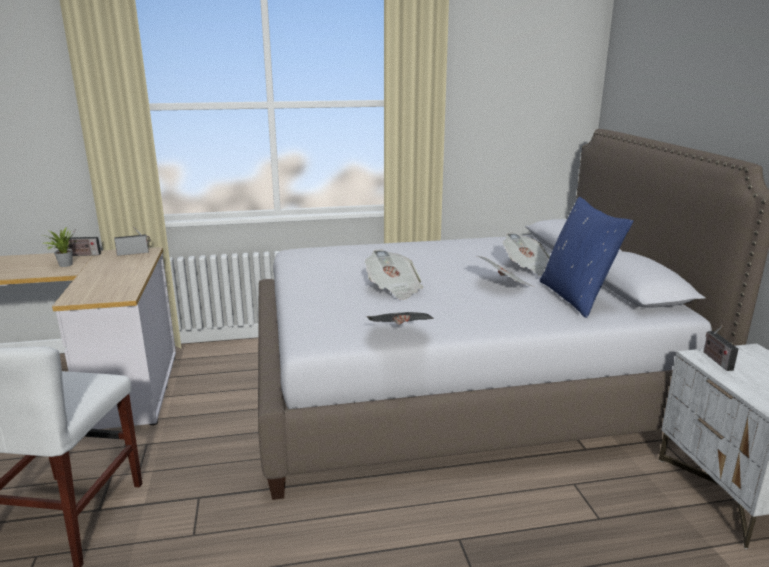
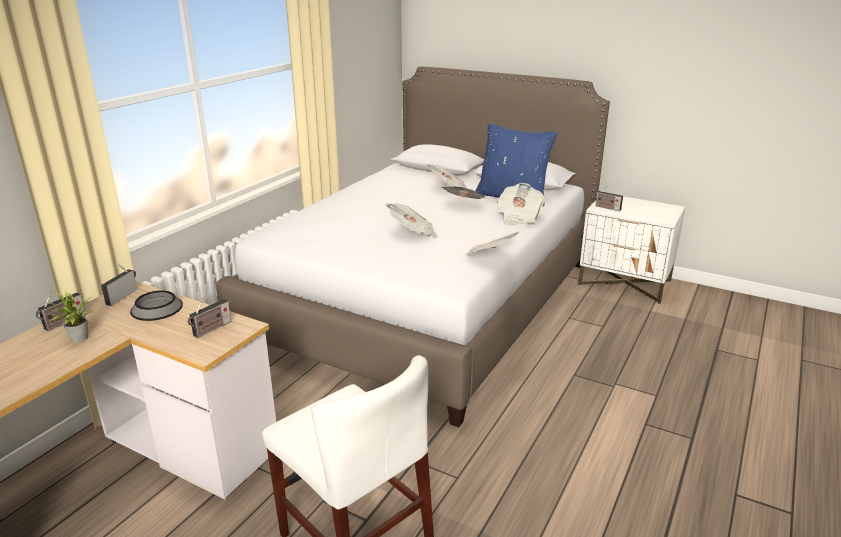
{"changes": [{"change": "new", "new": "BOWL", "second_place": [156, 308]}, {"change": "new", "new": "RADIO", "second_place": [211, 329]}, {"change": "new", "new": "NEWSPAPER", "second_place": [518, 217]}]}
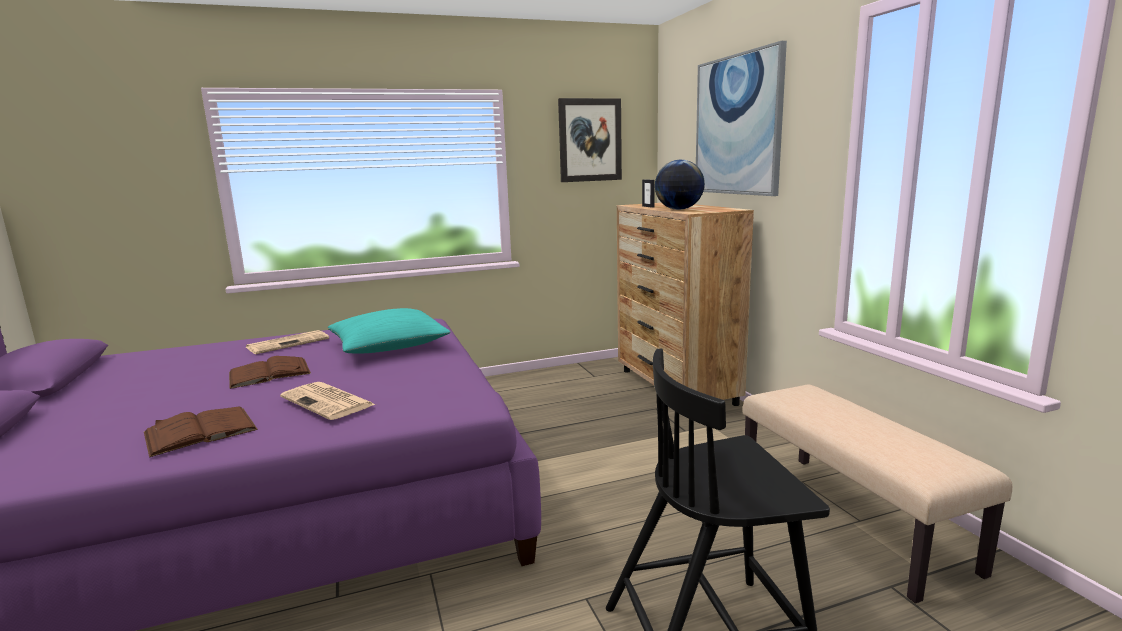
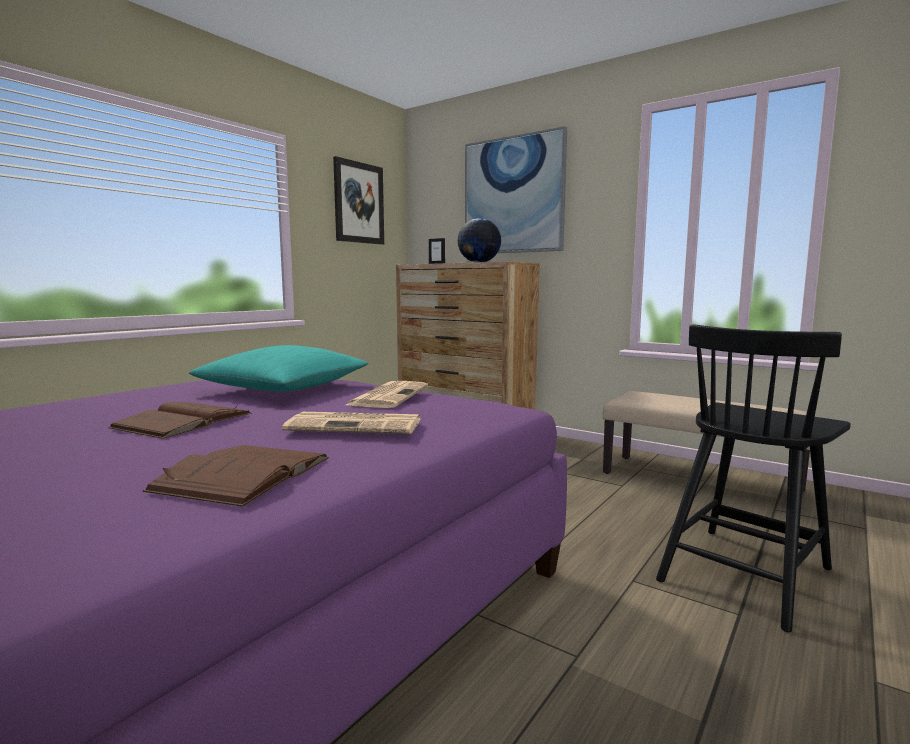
{"changes": [{"change": "shifted", "old": "NEWSPAPER", "first_place": [289, 343], "second_place": [388, 396]}]}
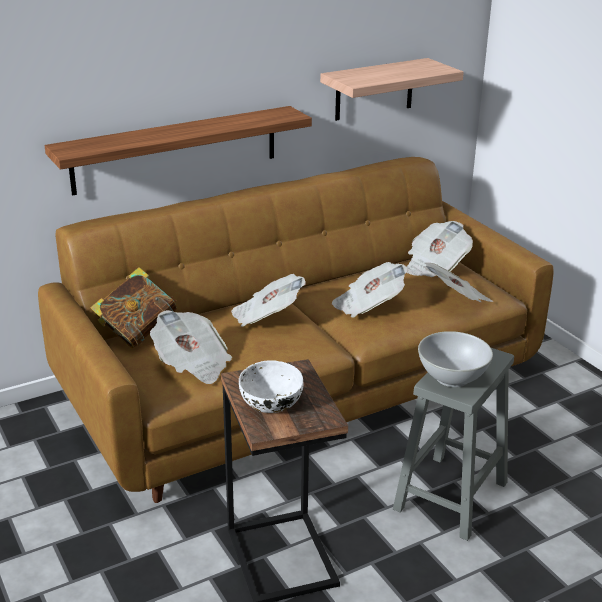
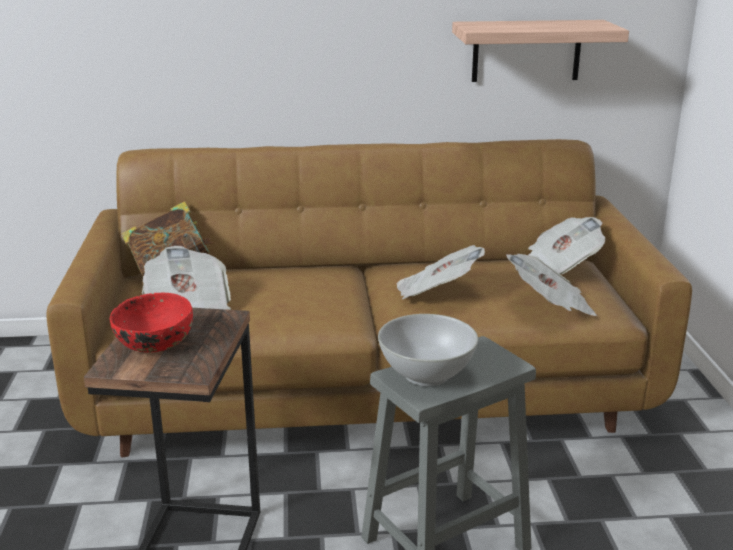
{"changes": [{"change": "repainted", "old": "WHITE BOWL", "new": "RED BOWL", "first_place": [270, 403], "second_place": [154, 342]}, {"change": "gone", "old": "SHELF", "first_place": [176, 150]}, {"change": "gone", "old": "NEWSPAPER", "first_place": [266, 317]}]}
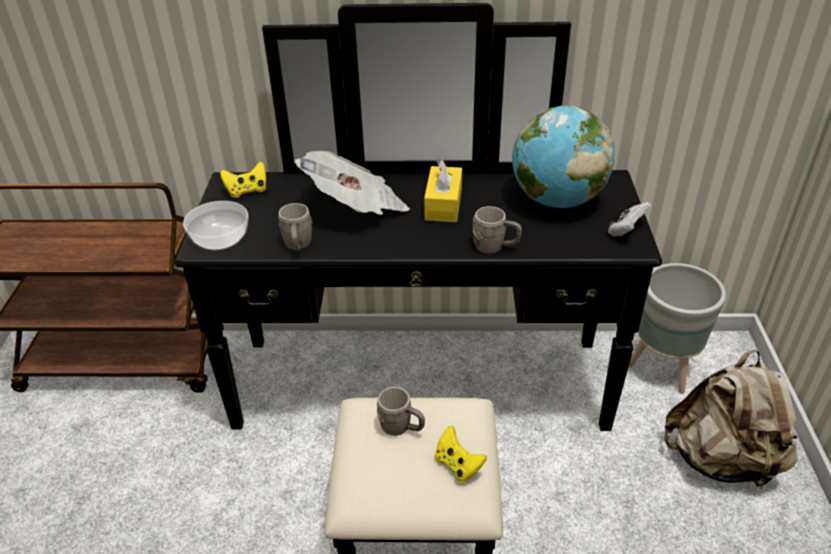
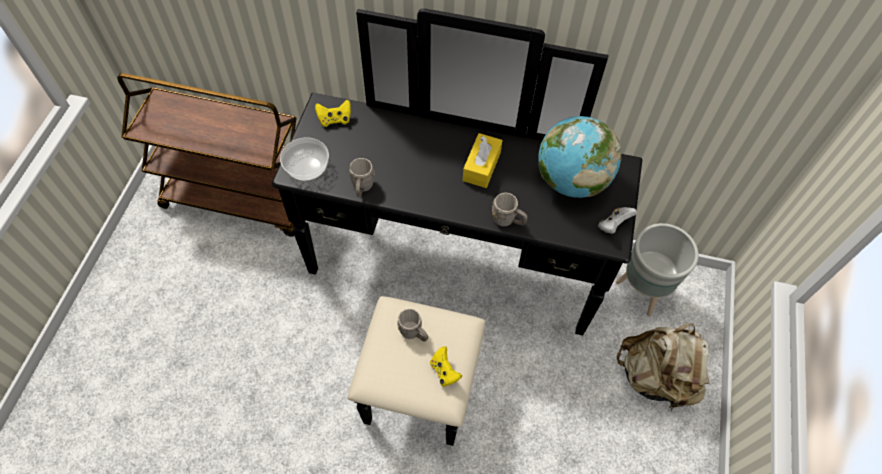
{"changes": [{"change": "gone", "old": "NEWSPAPER", "first_place": [356, 207]}]}
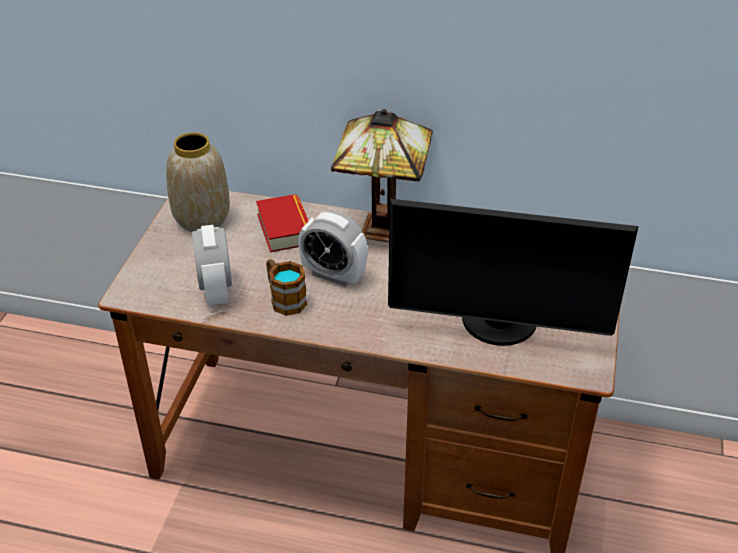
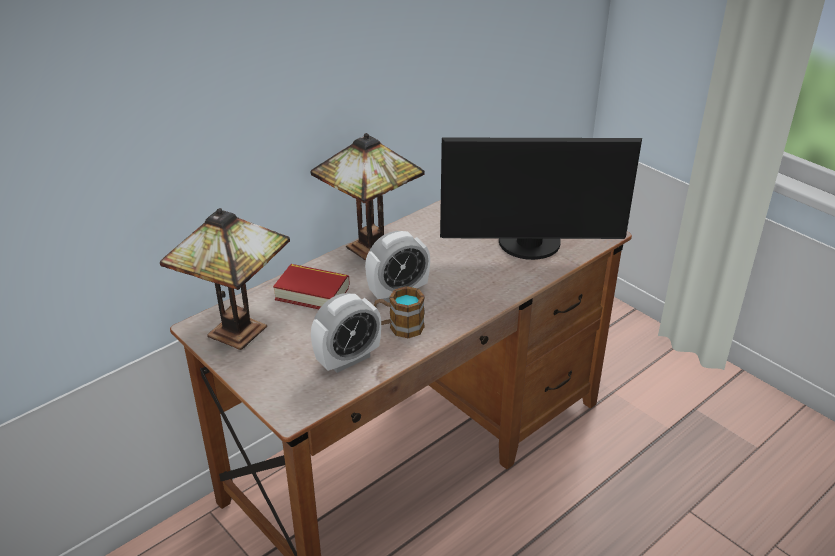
{"changes": [{"change": "swapped", "old": "VASE", "new": "TABLE LAMP", "first_place": [202, 219], "second_place": [242, 331]}, {"change": "rotated", "old": "ALARM CLOCK", "first_place": [216, 290], "second_place": [348, 359], "degrees": -60}, {"change": "rotated", "old": "MONITOR", "first_place": [499, 325], "second_place": [530, 246], "degrees": 45}]}
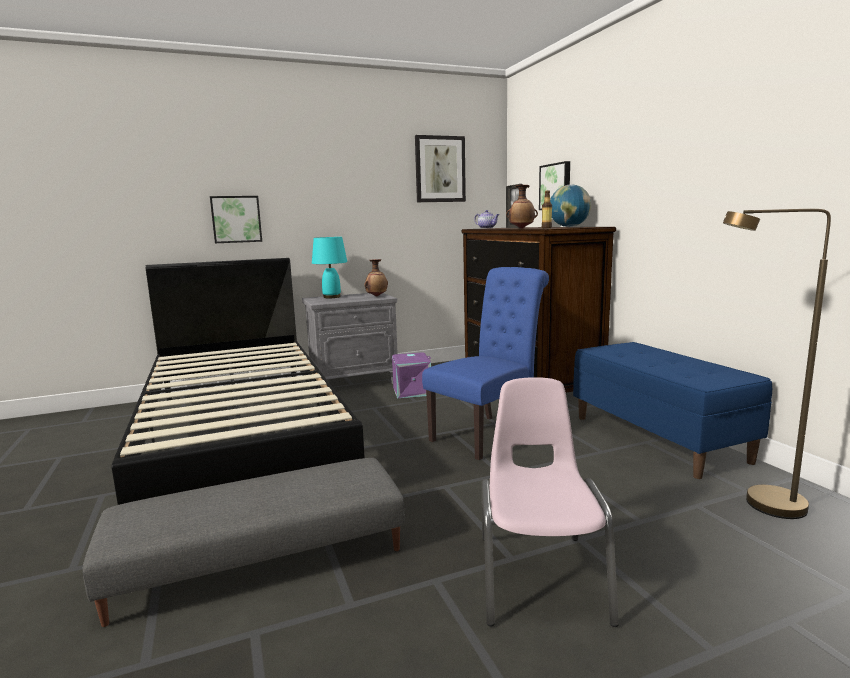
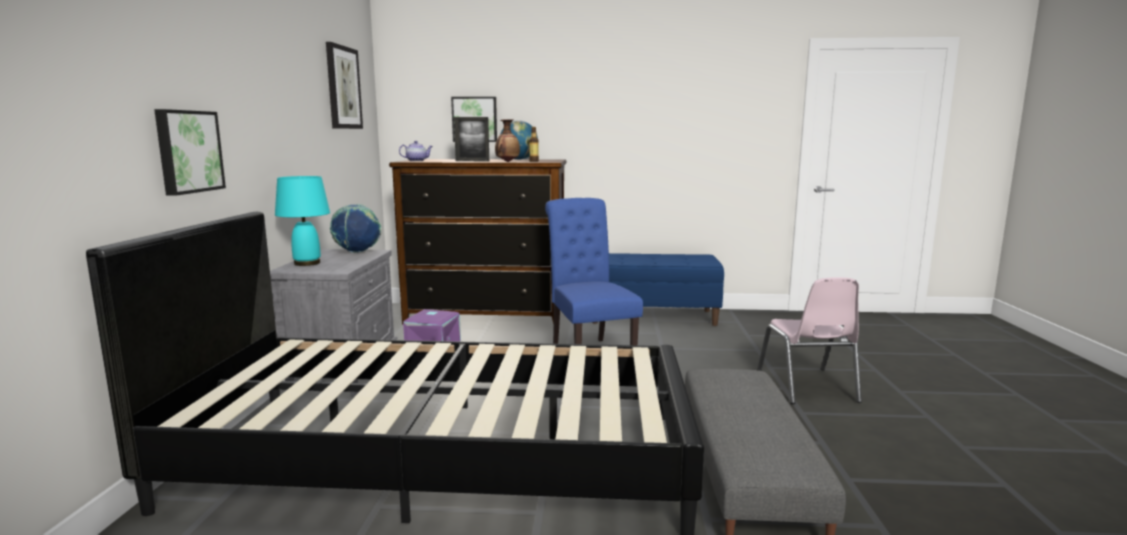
{"changes": [{"change": "swapped", "old": "VASE", "new": "GLOBE", "first_place": [376, 296], "second_place": [357, 252]}, {"change": "rotated", "old": "PINK CHAIR", "first_place": [540, 576], "second_place": [807, 386], "degrees": -120}, {"change": "gone", "old": "BROWN FLOOR LAMP", "first_place": [760, 505]}]}
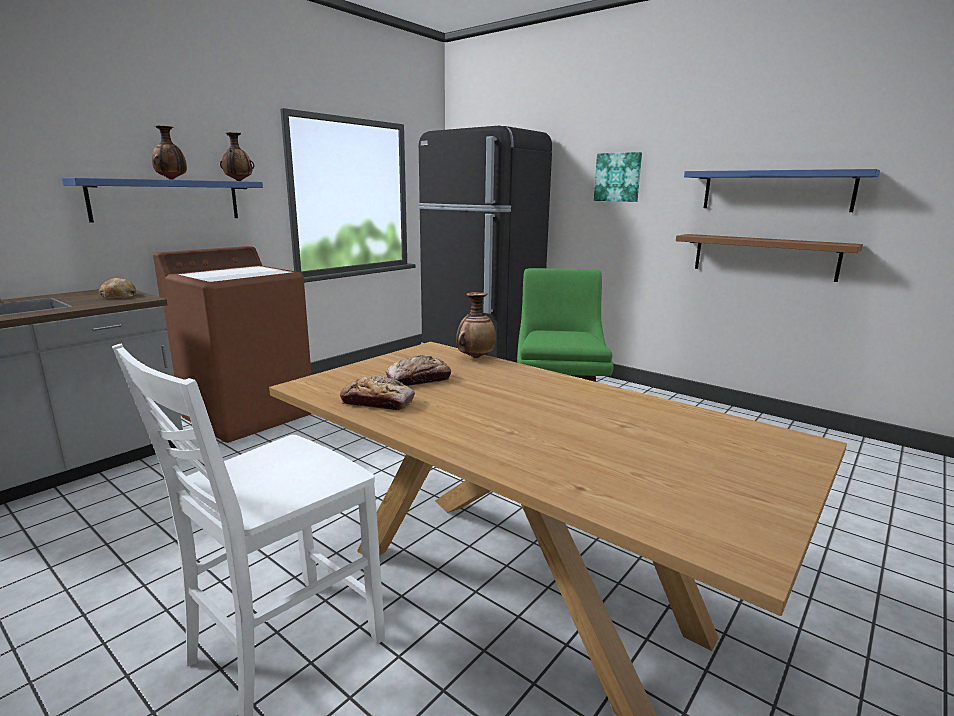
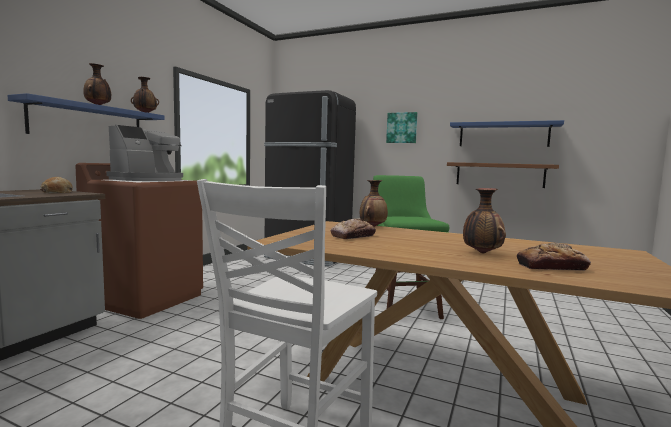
{"changes": [{"change": "new", "new": "COFFEE MACHINE", "second_place": [148, 180]}, {"change": "new", "new": "VASE", "second_place": [481, 253]}, {"change": "shifted", "old": "BREAD", "first_place": [378, 402], "second_place": [551, 267]}]}
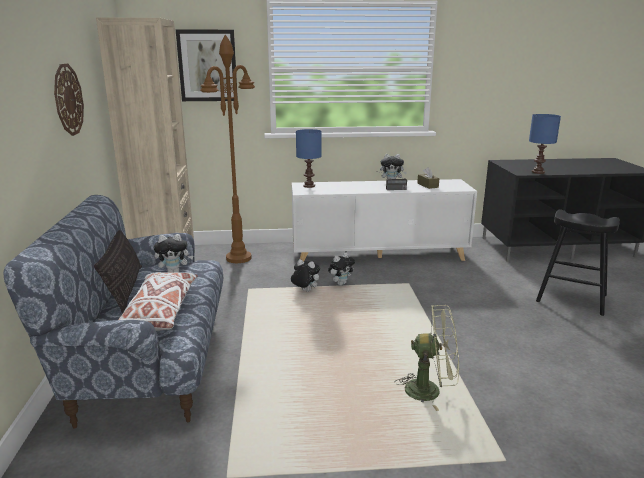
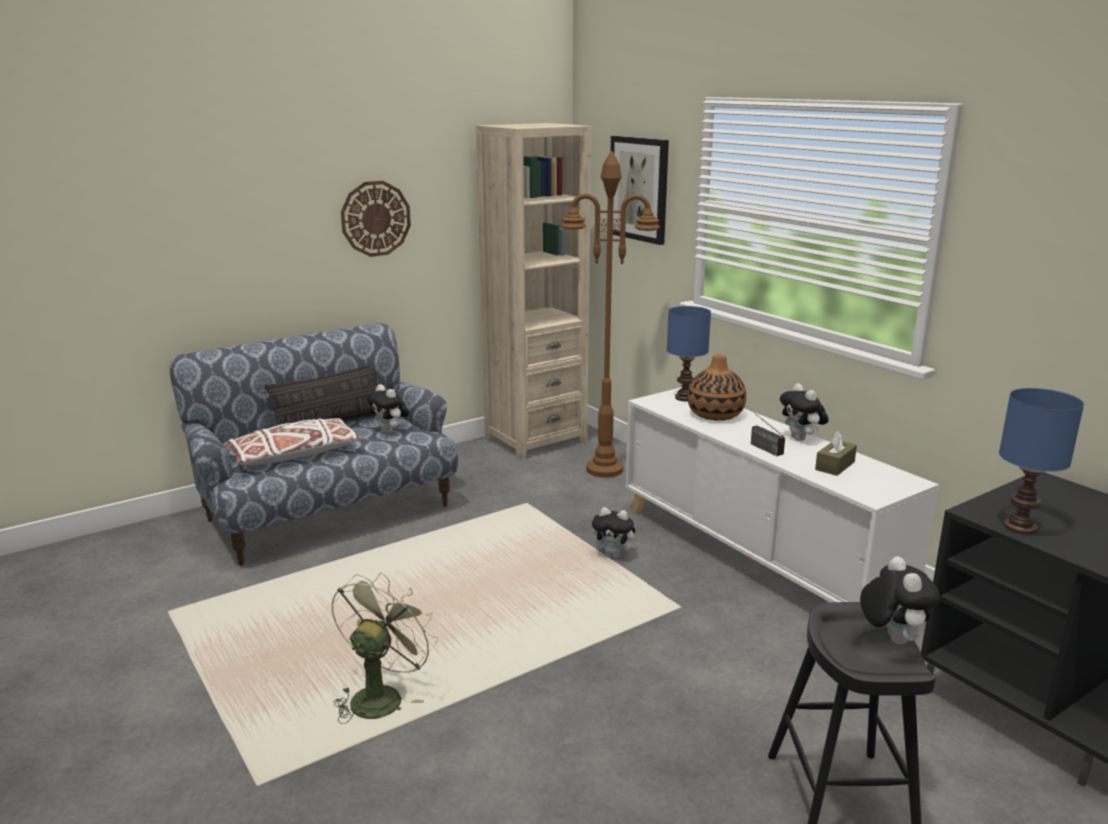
{"changes": [{"change": "rotated", "old": "GREEN FAN", "first_place": [430, 390], "second_place": [381, 695], "degrees": -135}, {"change": "new", "new": "VASE", "second_place": [715, 415]}, {"change": "shifted", "old": "PLUSH TOY", "first_place": [305, 291], "second_place": [891, 638]}]}
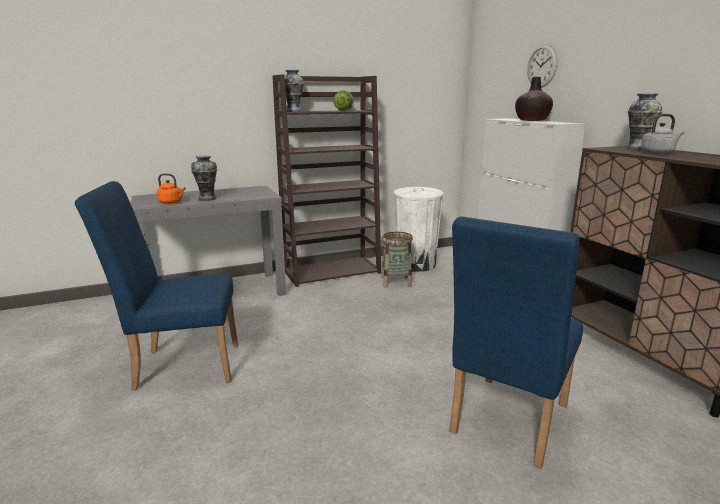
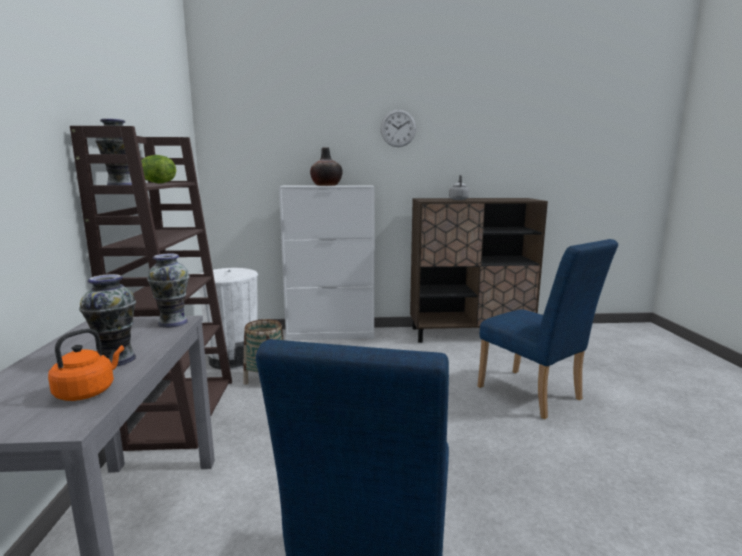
{"changes": [{"change": "shifted", "old": "VASE", "first_place": [637, 148], "second_place": [172, 322]}, {"change": "shifted", "old": "WALL CLOCK", "first_place": [541, 66], "second_place": [398, 128]}]}
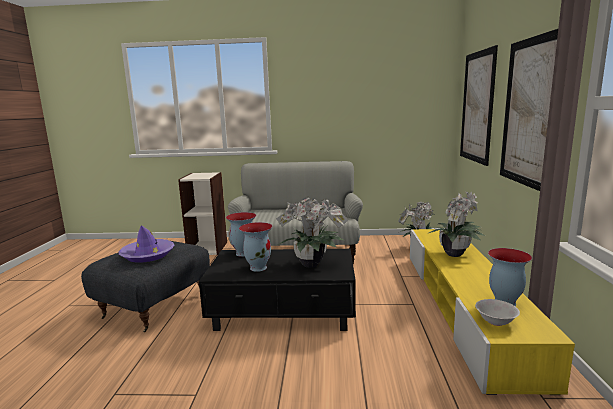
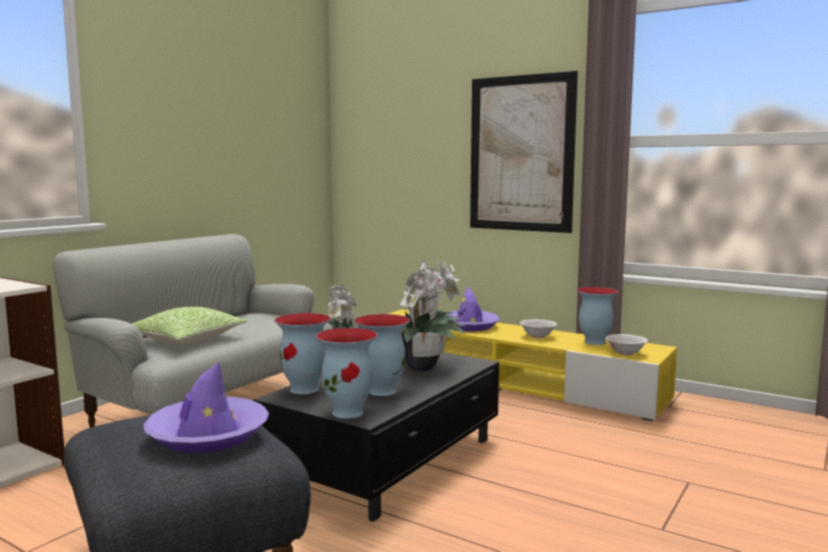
{"changes": [{"change": "new", "new": "PILLOW", "second_place": [186, 339]}, {"change": "new", "new": "VASE", "second_place": [349, 412]}, {"change": "swapped", "old": "POTTED PLANT", "new": "PURPLE HAT", "first_place": [455, 254], "second_place": [469, 326]}, {"change": "new", "new": "WHITE BOWL", "second_place": [538, 336]}, {"change": "gone", "old": "PICTURE", "first_place": [477, 107]}]}
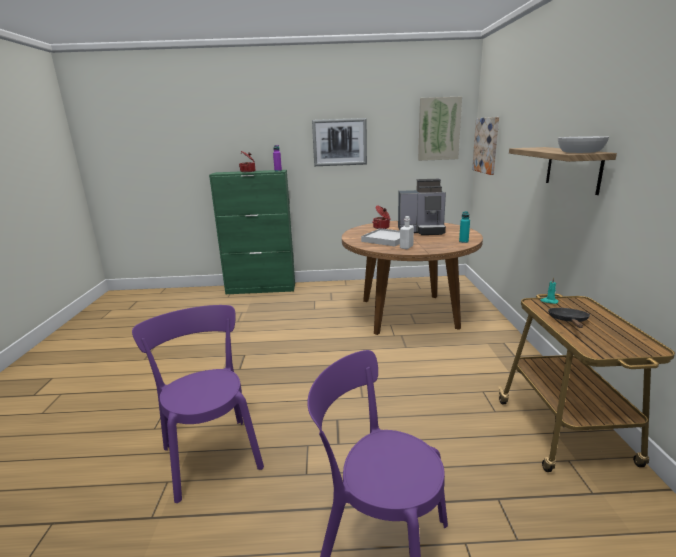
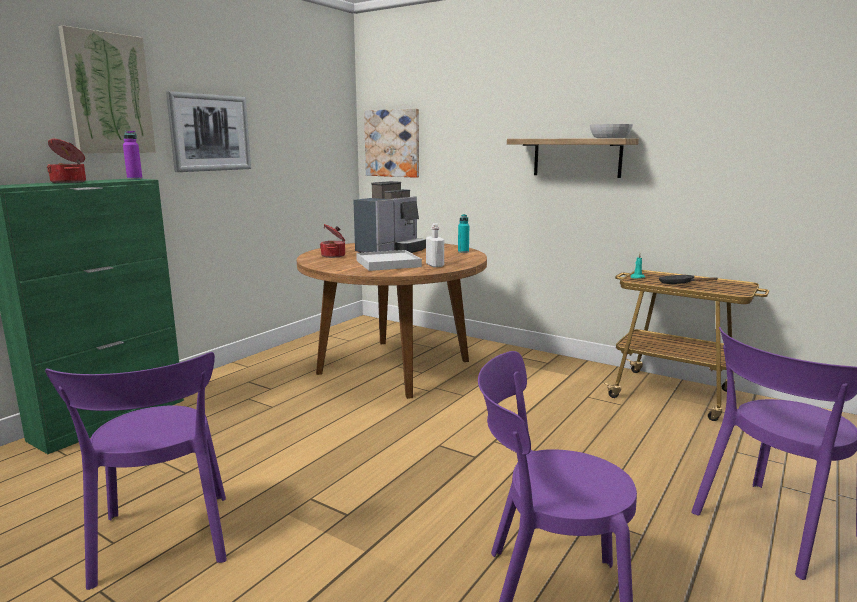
{"changes": [{"change": "new", "new": "PURPLE CHAIR", "second_place": [163, 543]}, {"change": "shifted", "old": "PICTURE", "first_place": [439, 129], "second_place": [108, 94]}]}
